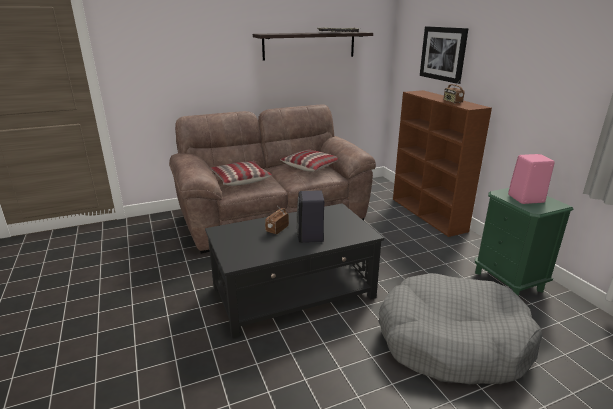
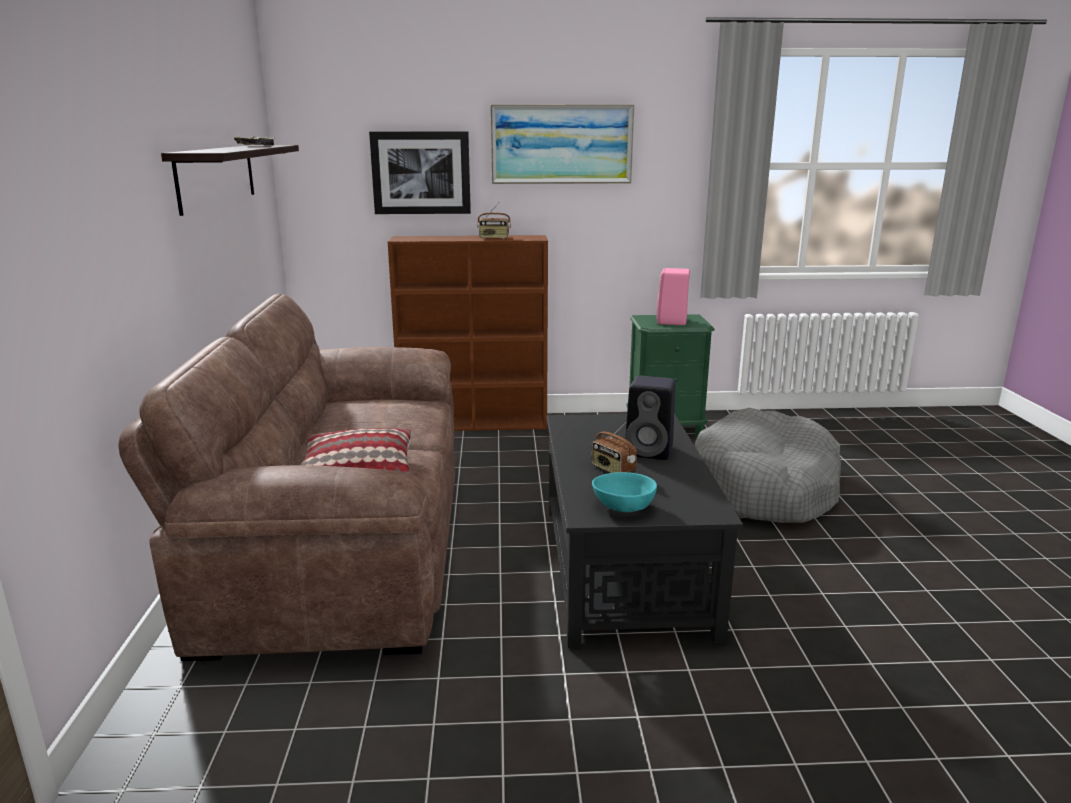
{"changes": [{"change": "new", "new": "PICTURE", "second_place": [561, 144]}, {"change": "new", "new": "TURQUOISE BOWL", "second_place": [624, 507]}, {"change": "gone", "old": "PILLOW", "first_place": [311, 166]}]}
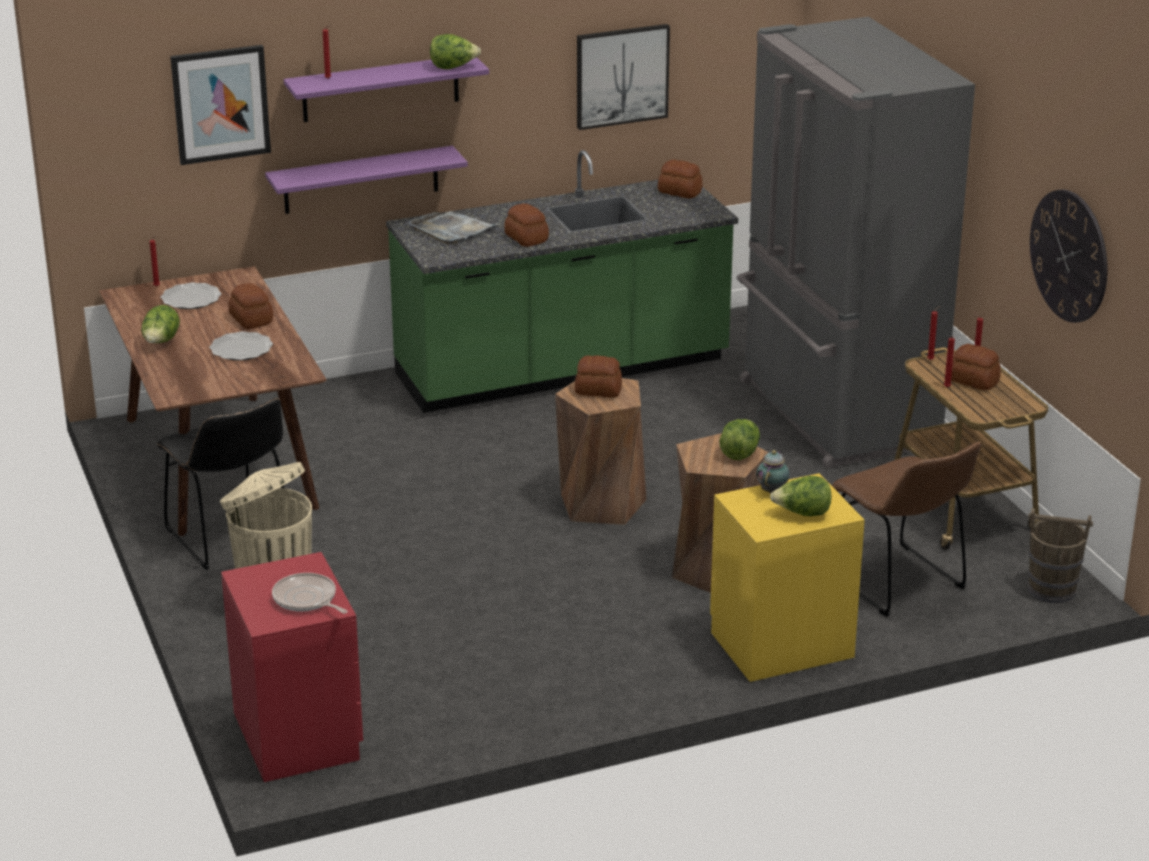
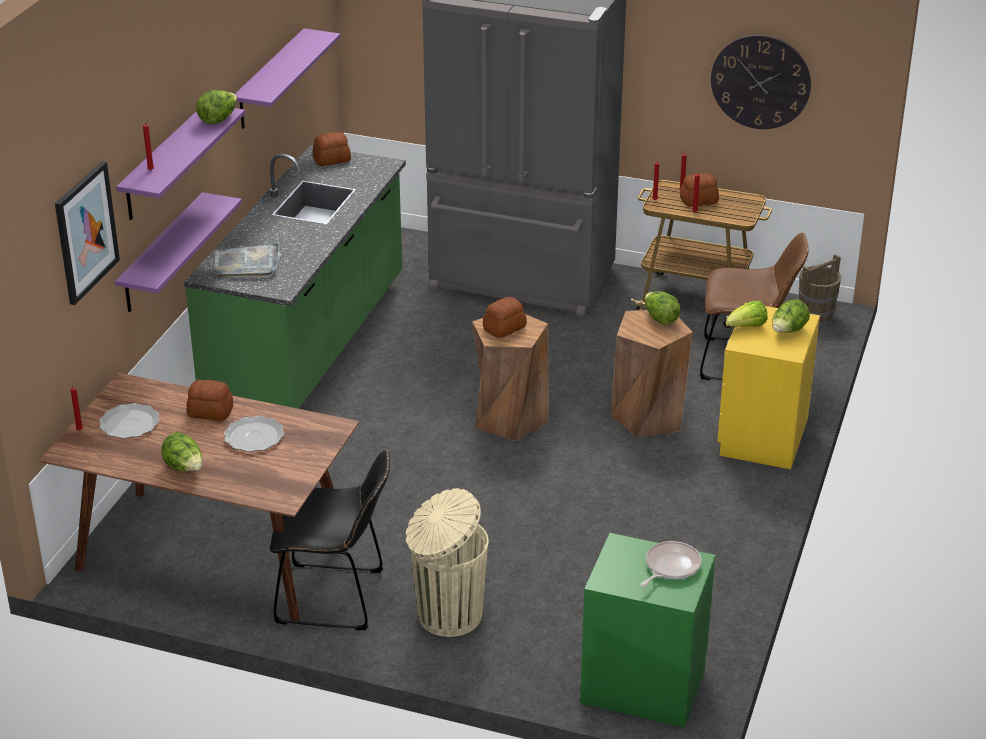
{"changes": [{"change": "swapped", "old": "PICTURE", "new": "PURPLE SHELF", "first_place": [621, 75], "second_place": [270, 80]}, {"change": "repainted", "old": "RED NIGHTSTAND", "new": "GREEN NIGHTSTAND", "first_place": [299, 735], "second_place": [643, 685]}, {"change": "rotated", "old": "FRYING PAN", "first_place": [306, 599], "second_place": [670, 566], "degrees": 135}, {"change": "swapped", "old": "TEAPOT", "new": "LETTUCE", "first_place": [772, 490], "second_place": [747, 327]}, {"change": "gone", "old": "BREAD", "first_place": [526, 238]}]}
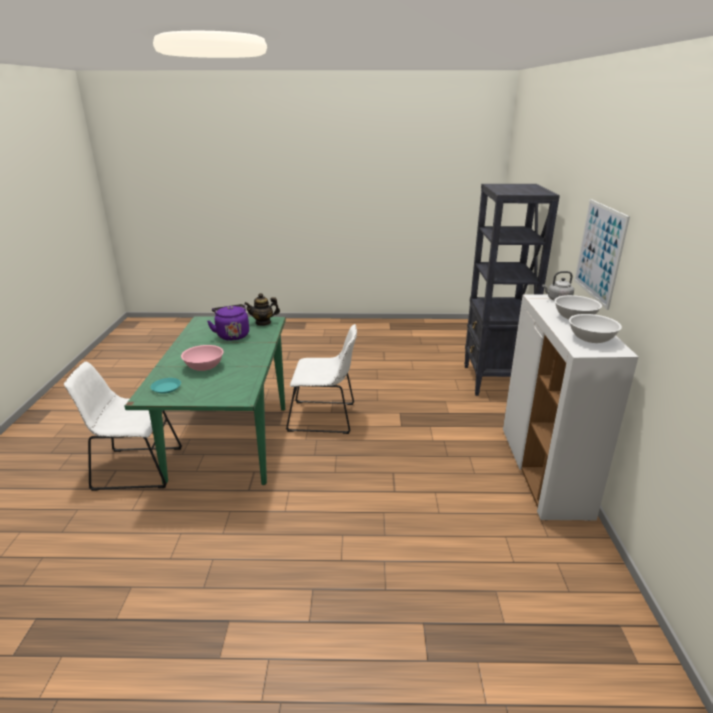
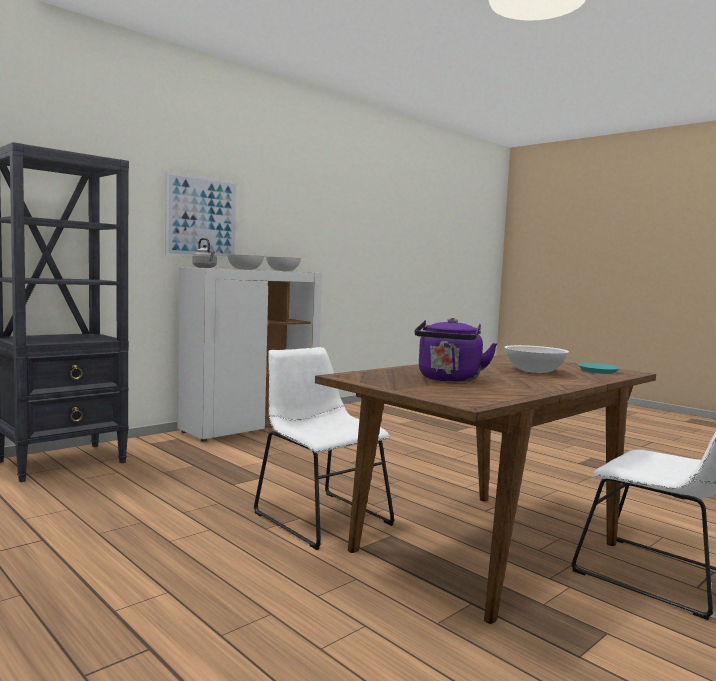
{"changes": [{"change": "repainted", "old": "GREEN DINING TABLE", "new": "BROWN DINING TABLE", "first_place": [230, 442], "second_place": [487, 546]}, {"change": "repainted", "old": "PINK BOWL", "new": "WHITE BOWL", "first_place": [204, 366], "second_place": [534, 371]}, {"change": "gone", "old": "TEAPOT", "first_place": [263, 322]}]}
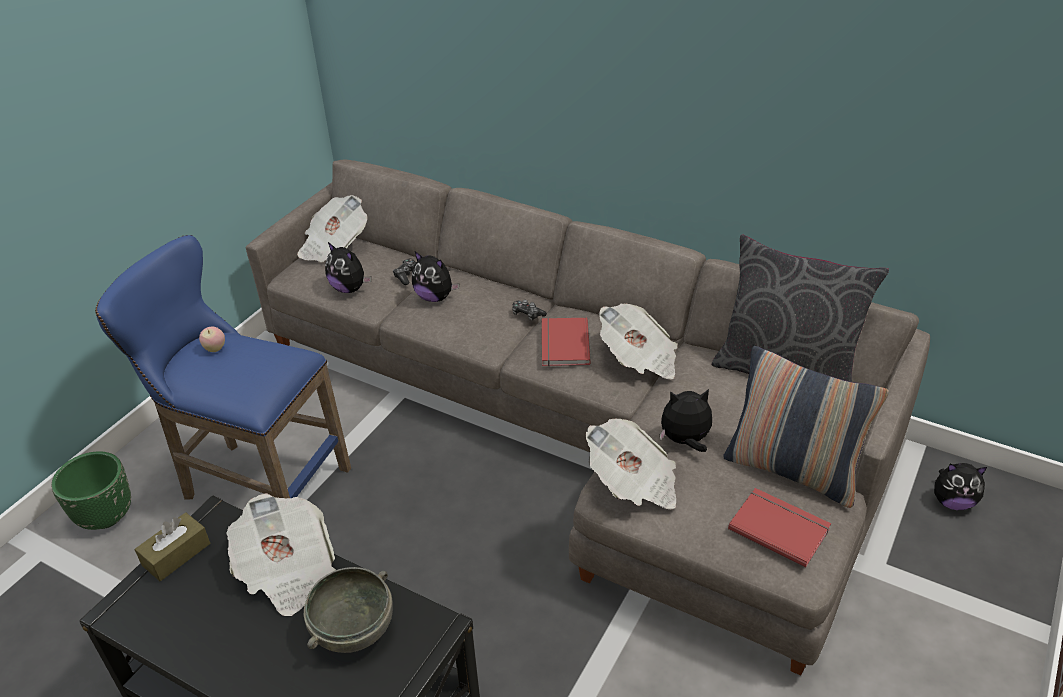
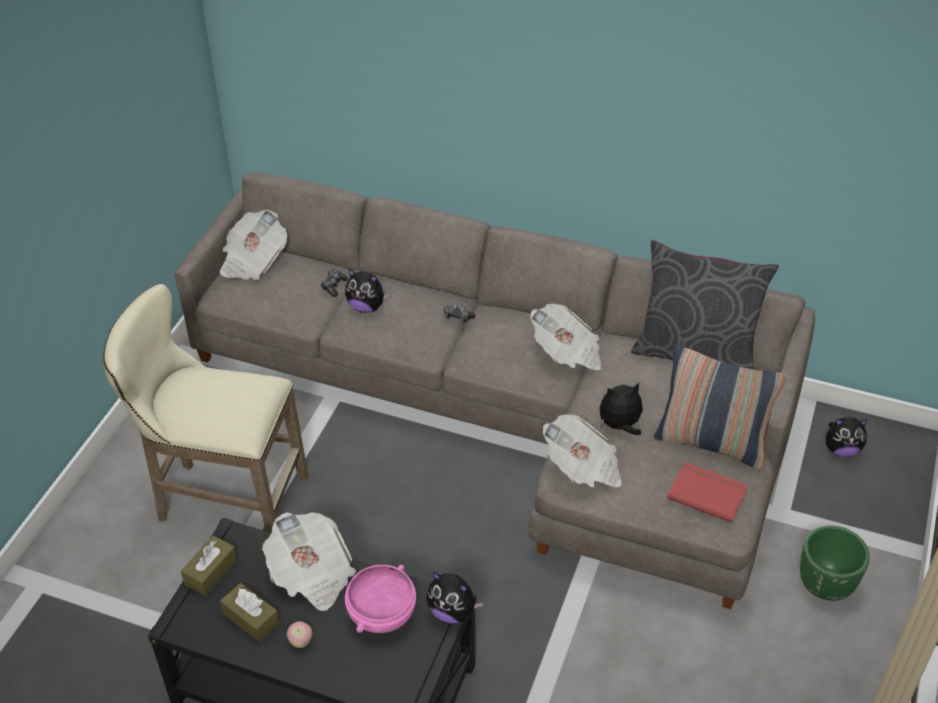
{"changes": [{"change": "repainted", "old": "BLUE STOOL", "new": "BEIGE STOOL", "first_place": [258, 484], "second_place": [224, 499]}, {"change": "new", "new": "BROWN TISSUE BOX", "second_place": [251, 618]}, {"change": "shifted", "old": "APPLE", "first_place": [215, 349], "second_place": [301, 642]}, {"change": "repainted", "old": "GREY BOWL", "new": "PINK BOWL", "first_place": [353, 628], "second_place": [381, 614]}, {"change": "shifted", "old": "PLUSH TOY", "first_place": [350, 288], "second_place": [452, 612]}, {"change": "shifted", "old": "GREEN PLANTER", "first_place": [106, 517], "second_place": [826, 586]}, {"change": "gone", "old": "RED BOOK", "first_place": [562, 344]}]}
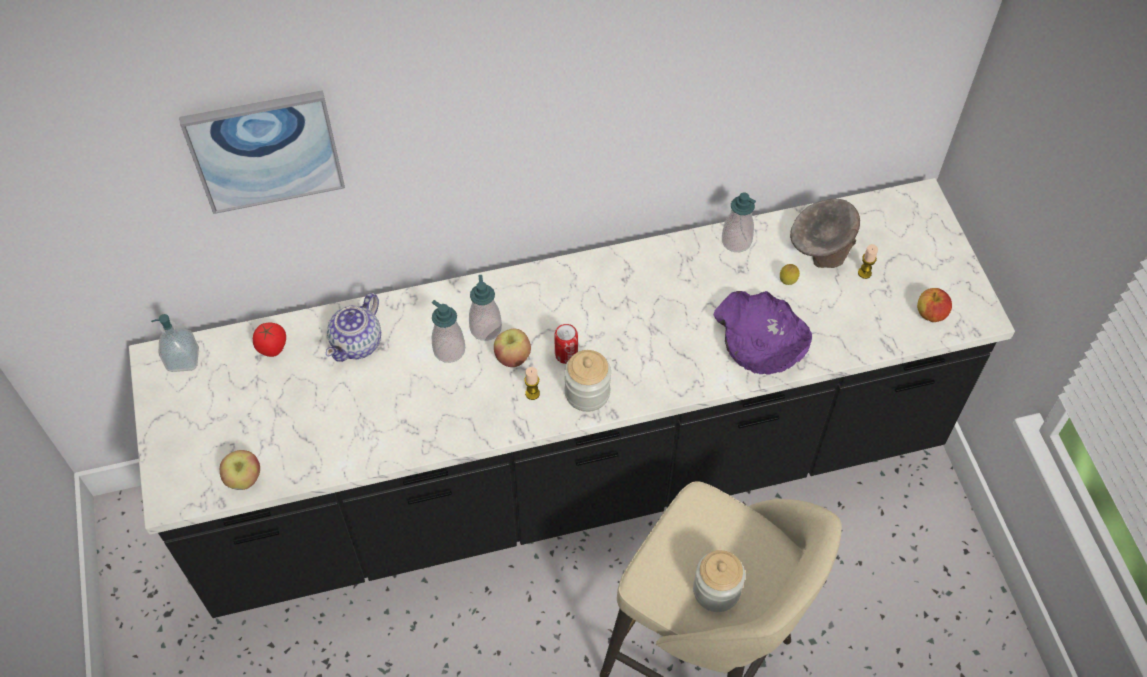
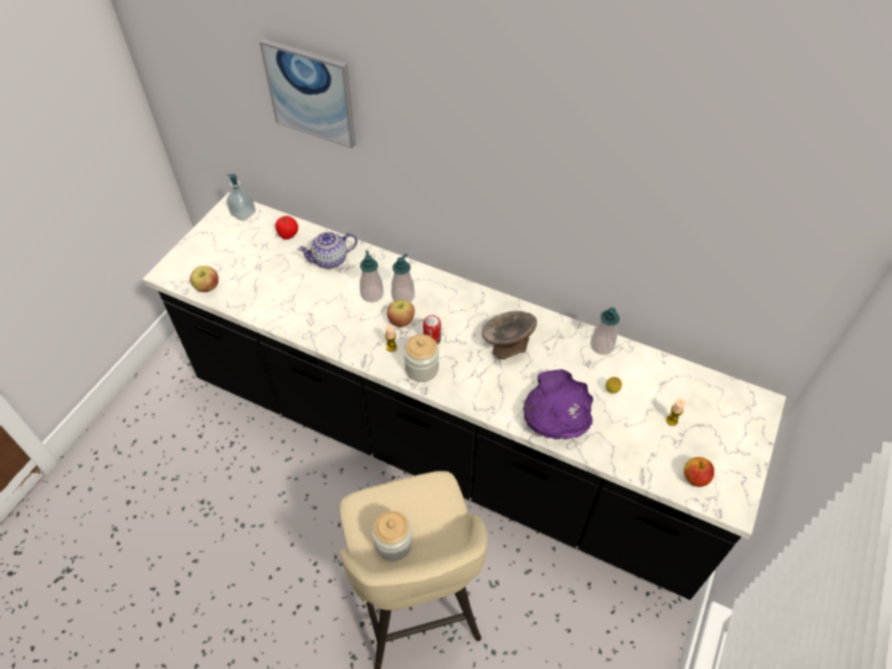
{"changes": [{"change": "shifted", "old": "GREY BOWL", "first_place": [820, 249], "second_place": [506, 344]}]}
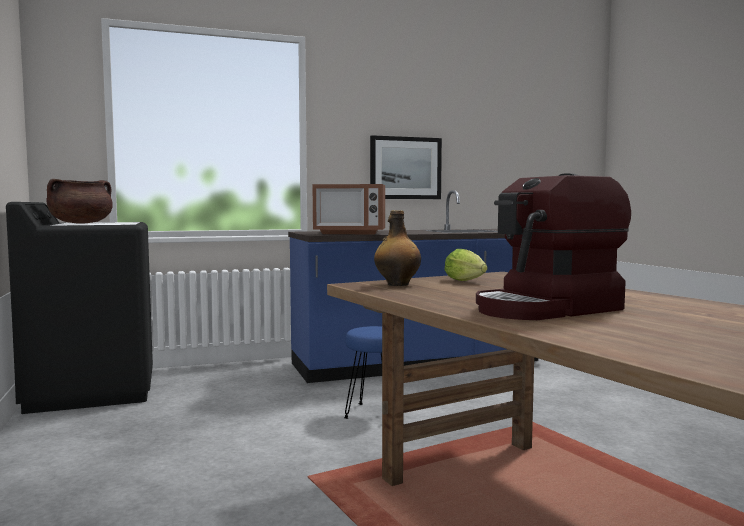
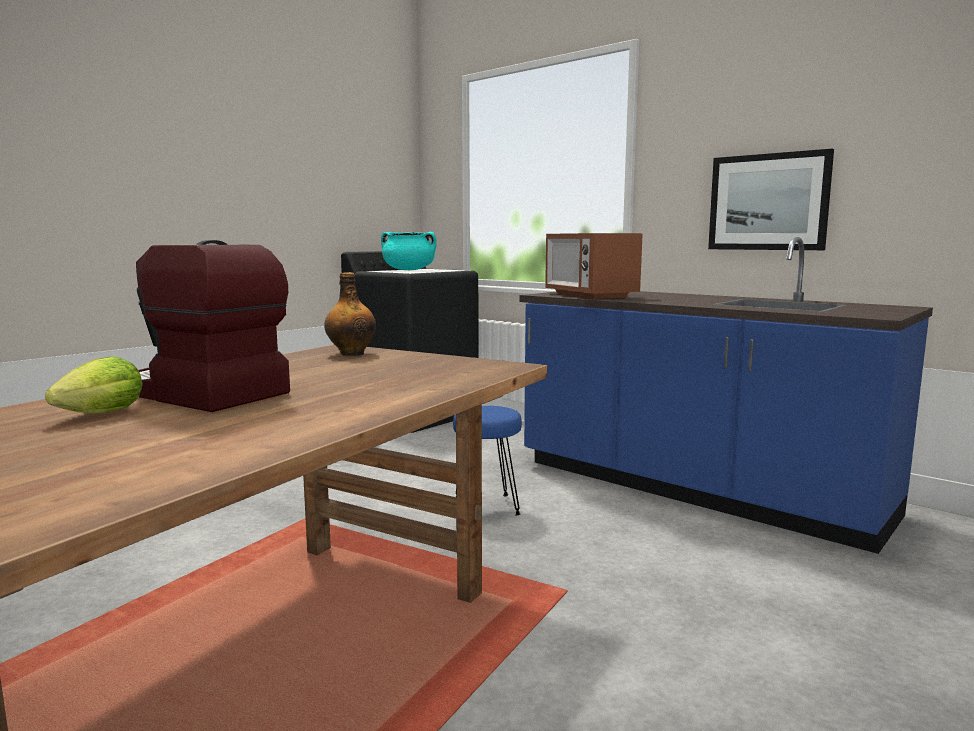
{"changes": [{"change": "shifted", "old": "LETTUCE", "first_place": [467, 281], "second_place": [97, 415]}, {"change": "repainted", "old": "BROWN COOKING POT", "new": "TURQUOISE COOKING POT", "first_place": [81, 223], "second_place": [409, 270]}]}
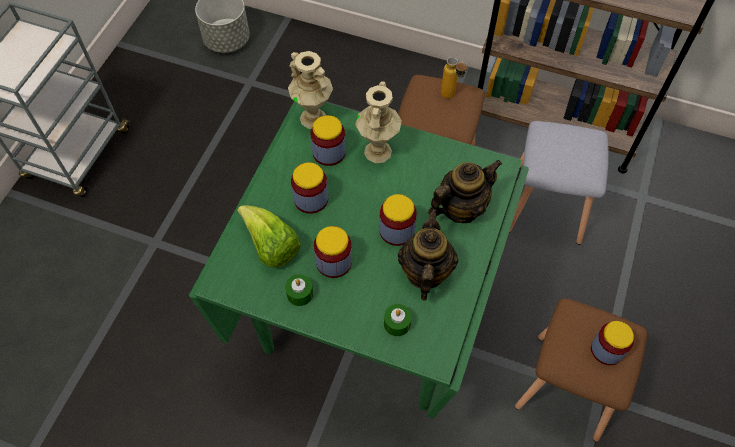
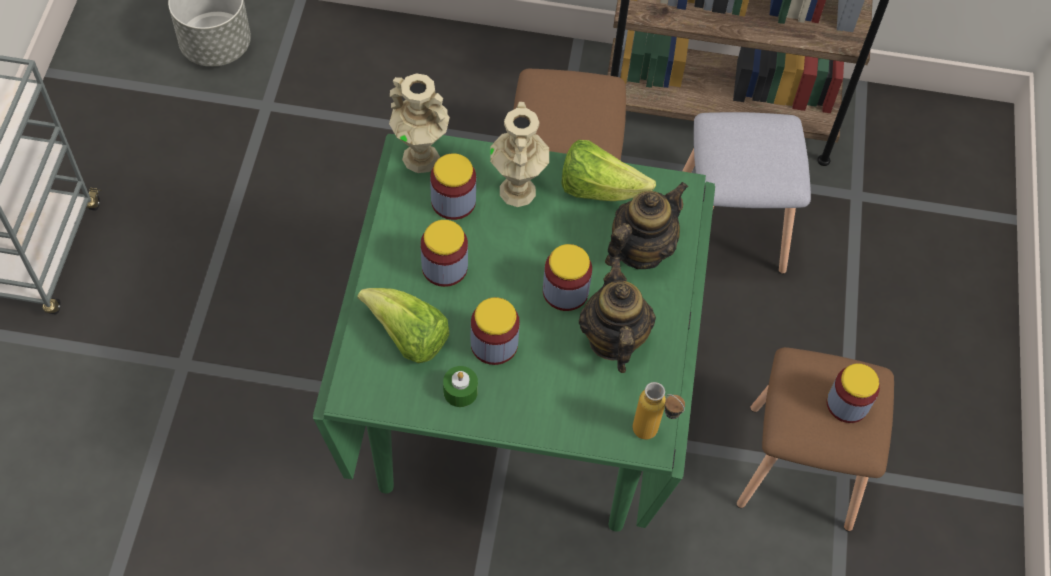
{"changes": [{"change": "new", "new": "LETTUCE", "second_place": [598, 189]}, {"change": "shifted", "old": "BOTTLE", "first_place": [451, 97], "second_place": [653, 435]}, {"change": "gone", "old": "GREEN CANDLE", "first_place": [397, 323]}]}
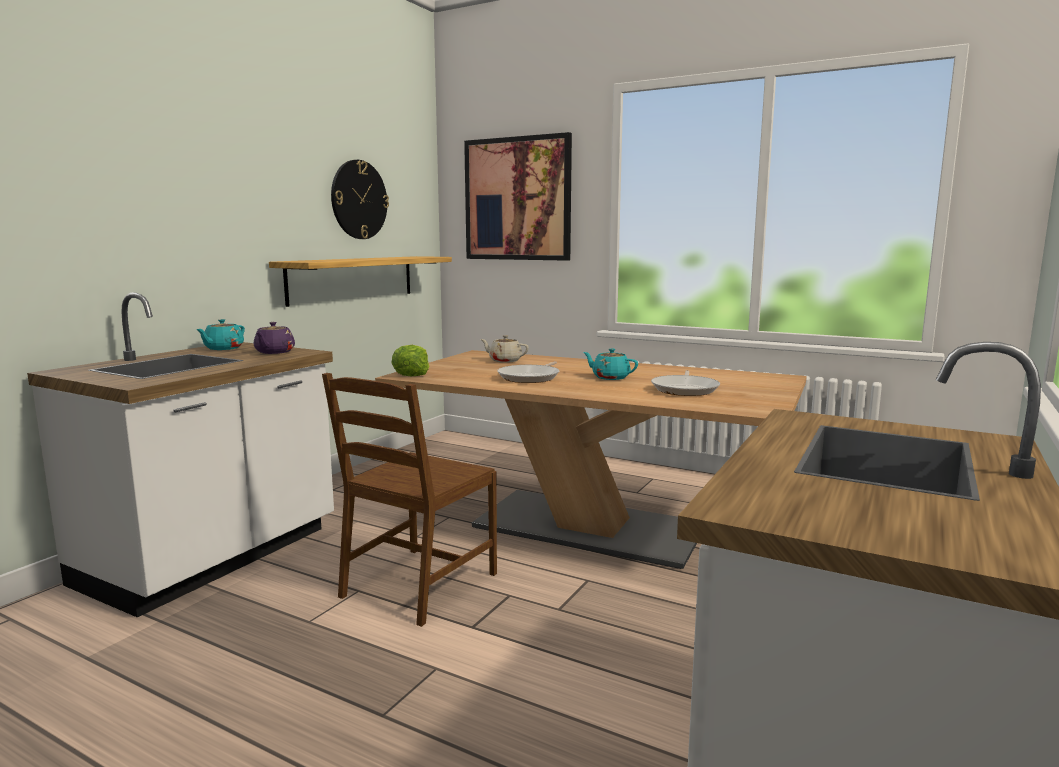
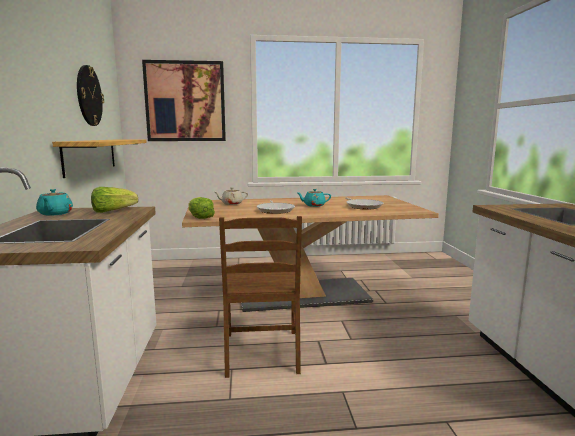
{"changes": [{"change": "swapped", "old": "PURPLE TEAPOT", "new": "LETTUCE", "first_place": [274, 352], "second_place": [113, 211]}]}
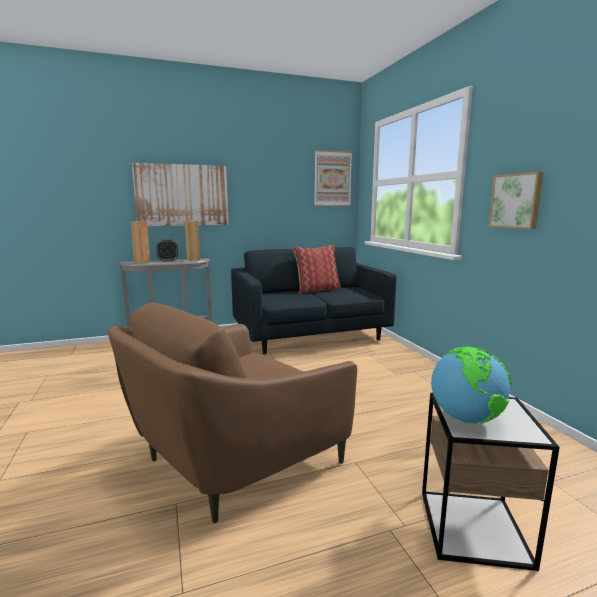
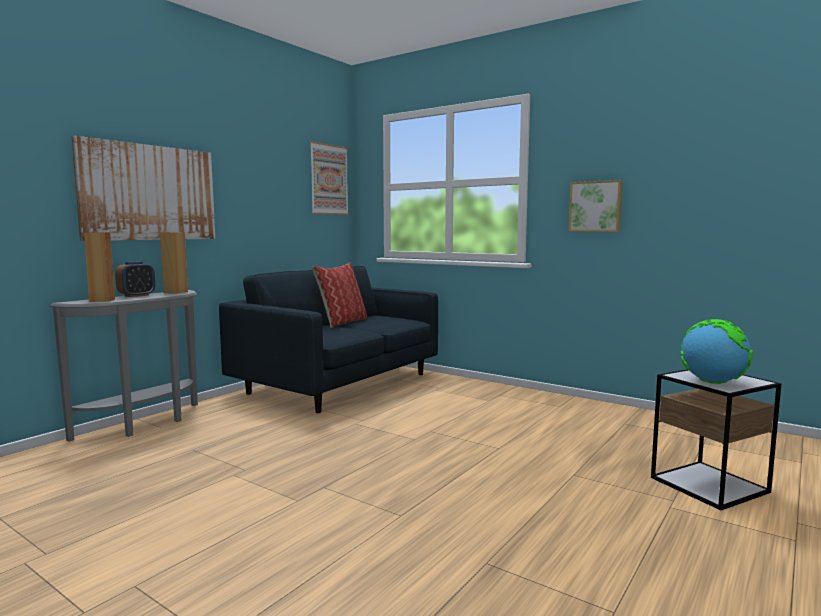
{"changes": [{"change": "gone", "old": "BROWN ARMCHAIR", "first_place": [234, 460]}]}
